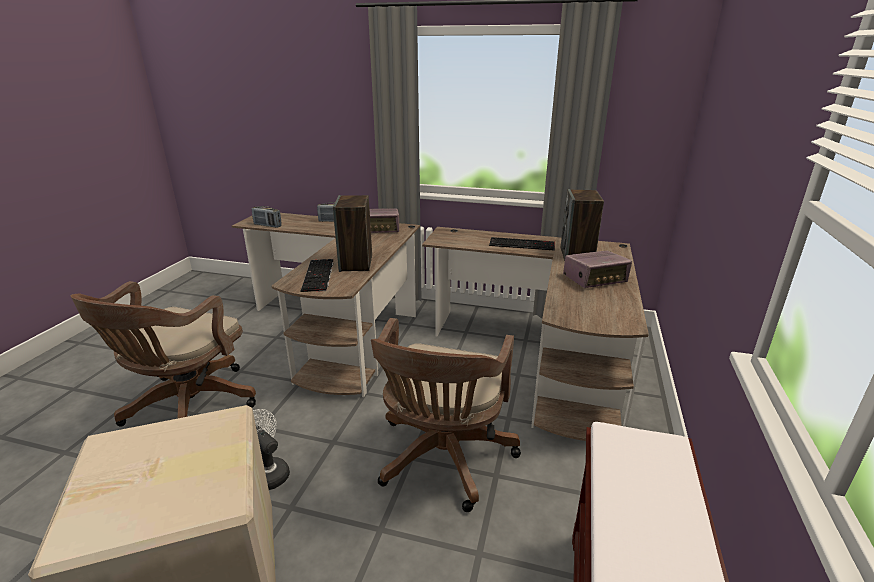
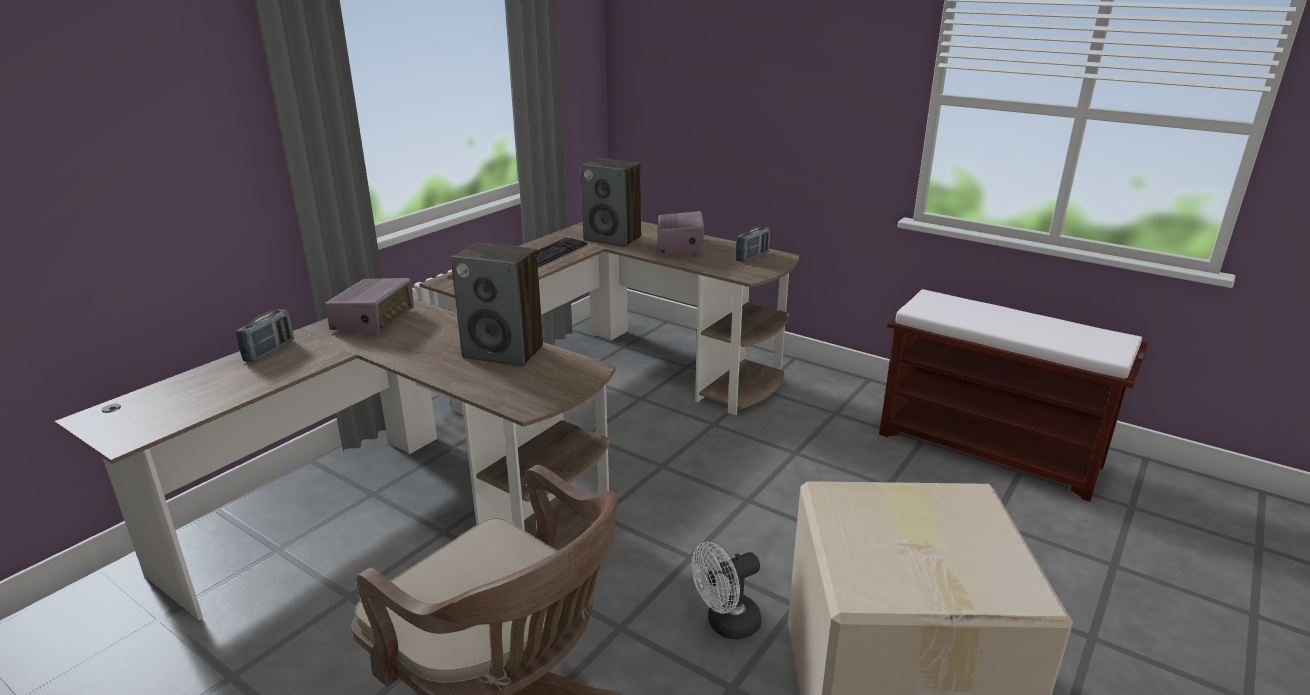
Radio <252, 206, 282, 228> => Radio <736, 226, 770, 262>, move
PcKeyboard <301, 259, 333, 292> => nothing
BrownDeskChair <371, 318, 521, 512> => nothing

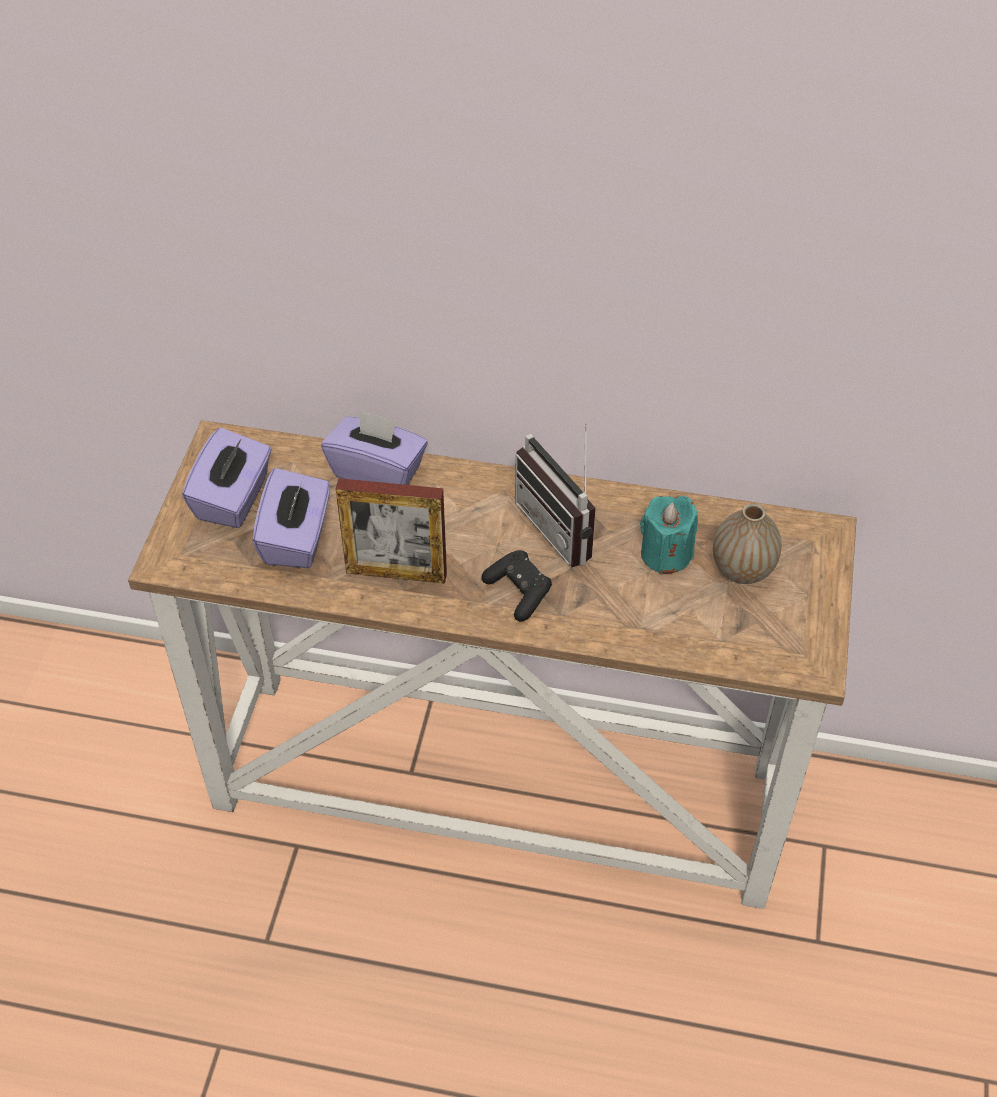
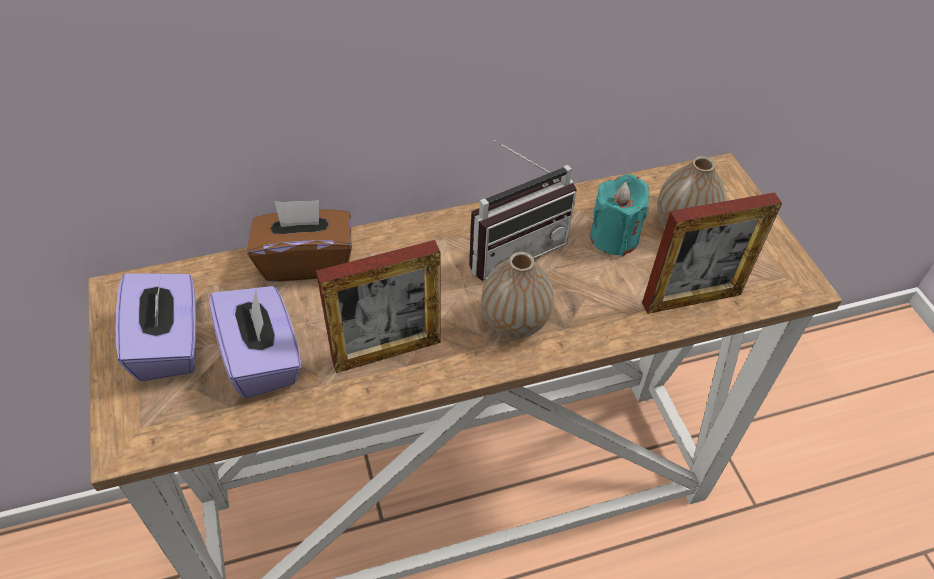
PurpleBoxOfTissues <322, 409, 428, 485> => BrownBoxOfTissues <247, 200, 352, 282>
BlackColouredGamepad <481, 550, 552, 621> => DecorativeVase <481, 252, 554, 338>
Radio <515, 423, 596, 567> => Radio <469, 140, 577, 281>, 60 degrees counterclockwise
nothing => StandingFrame <642, 192, 782, 314>

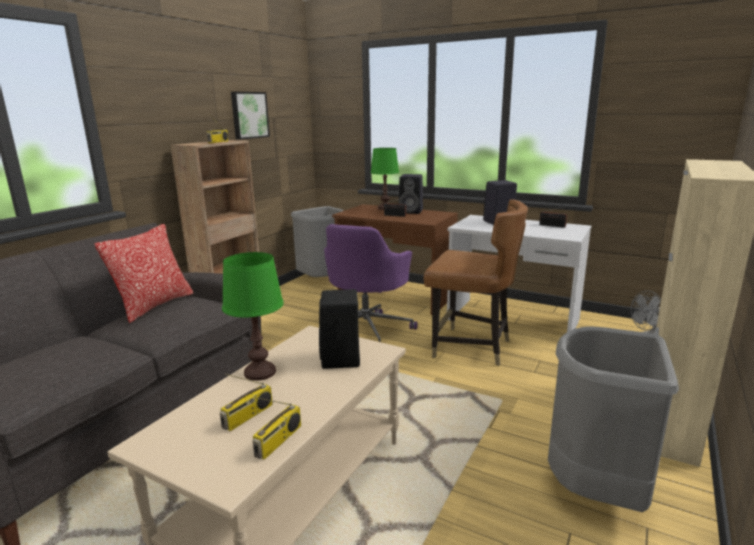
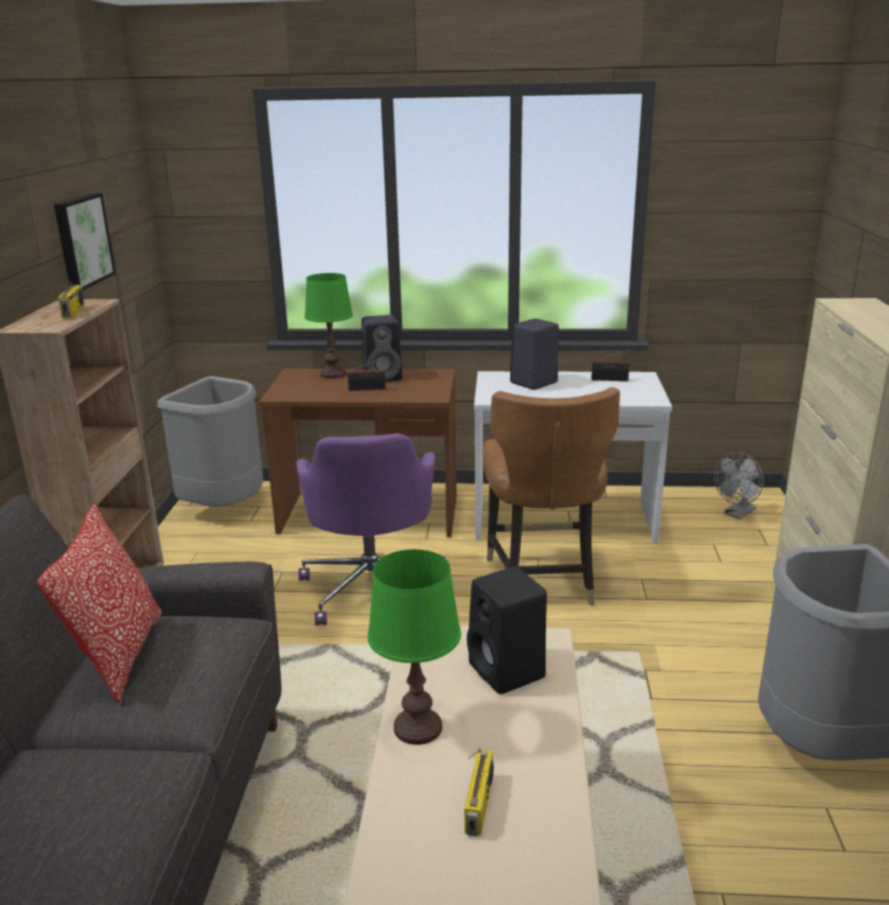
Radio <252, 397, 301, 460> => nothing
BrownPlainChair <424, 199, 528, 366> => BrownPlainChair <483, 387, 620, 606>, 90 degrees clockwise

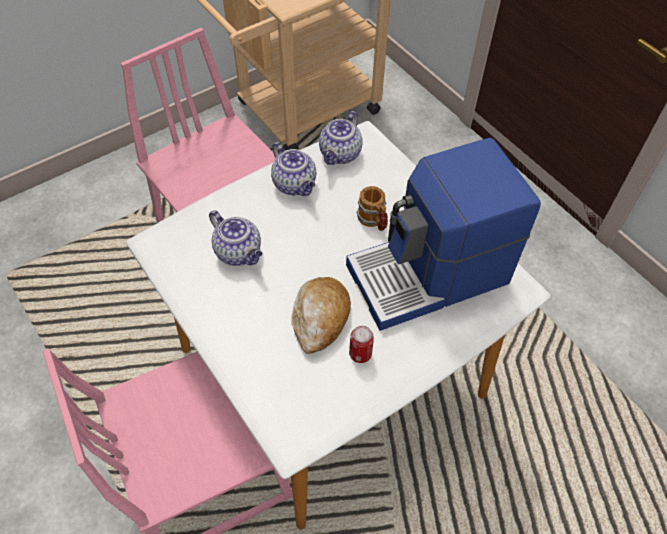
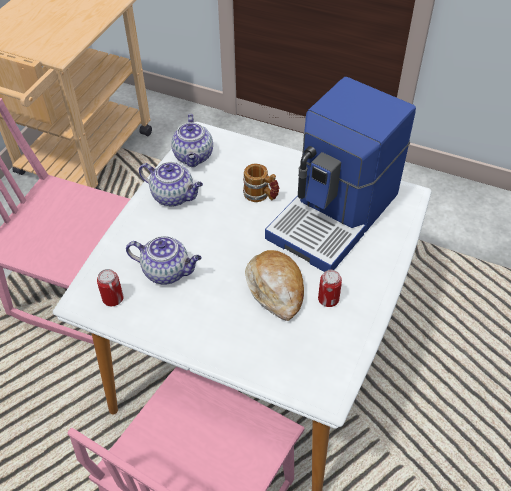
nothing => SealedCan <97, 269, 124, 306>

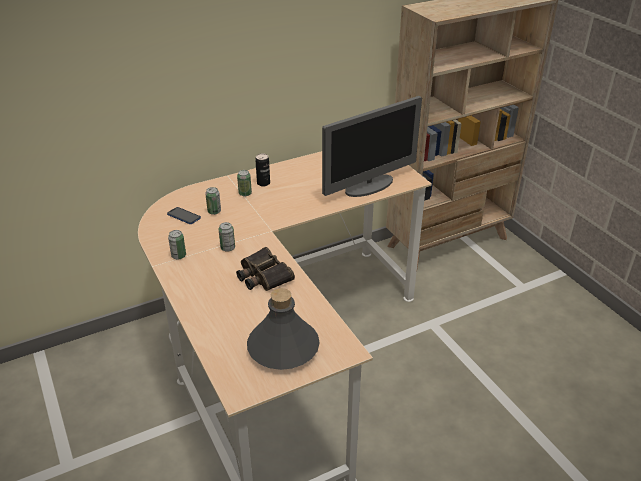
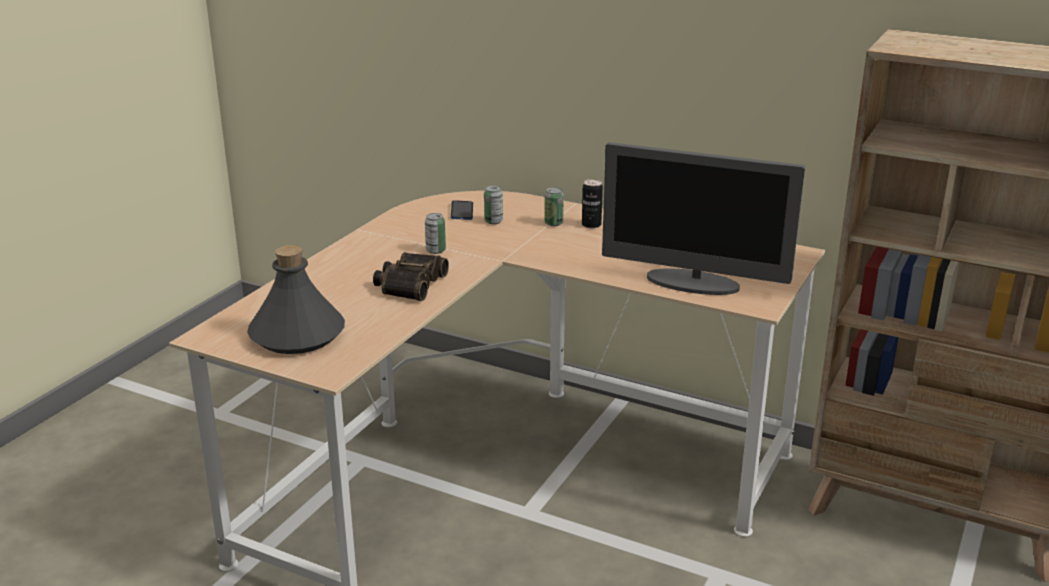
SealedCan <168, 230, 186, 260> => nothing

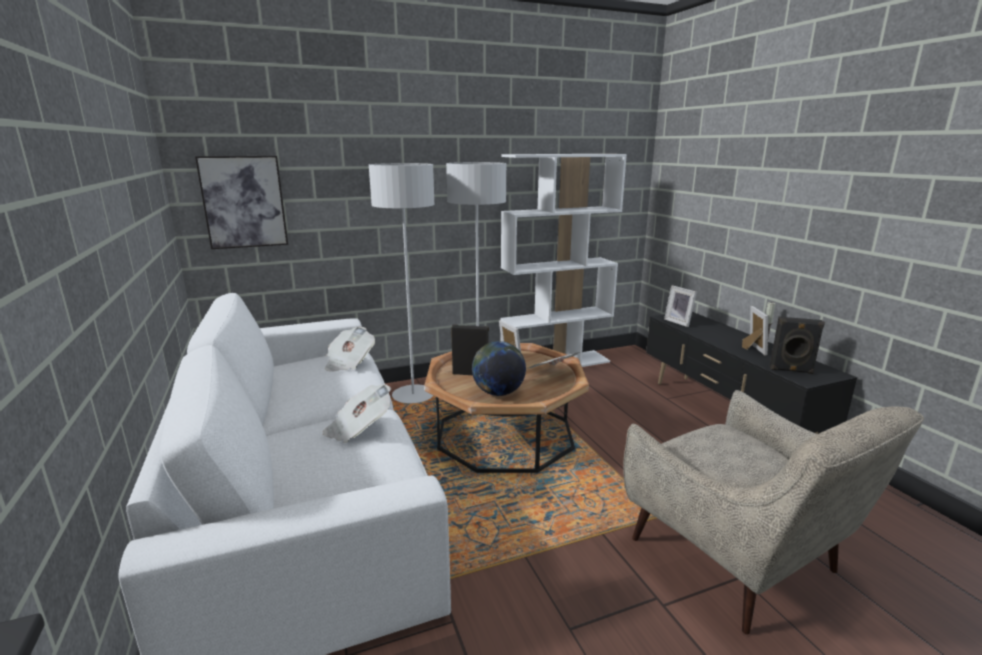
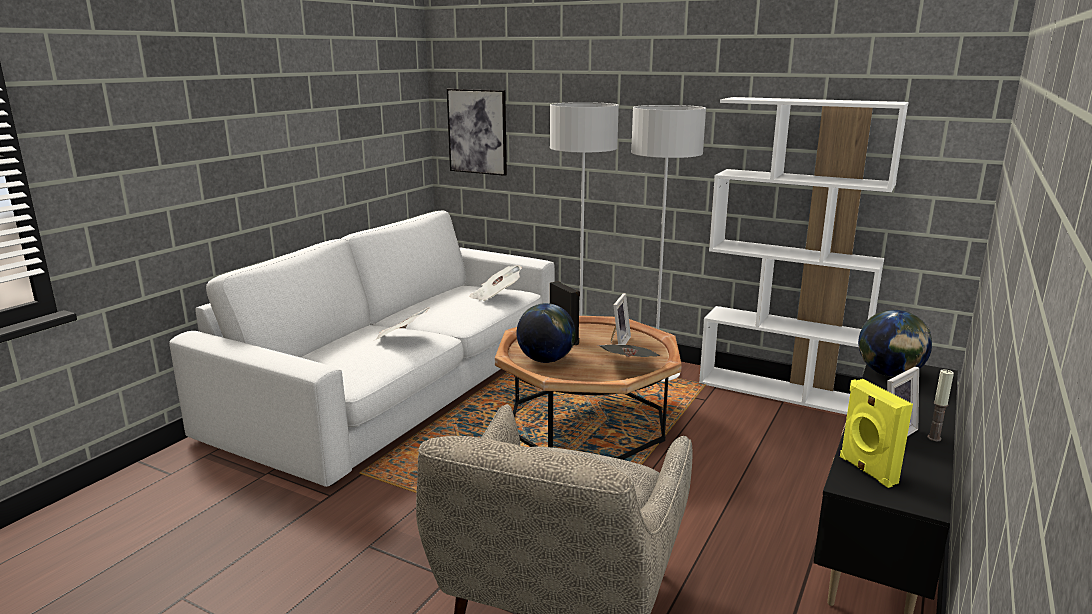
StandingFrame <664, 285, 697, 327> => WorldGlobe <858, 310, 932, 377>
BlackColouredLoudspeaker <769, 317, 825, 374> => YellowishLoudspeaker <840, 379, 913, 488>

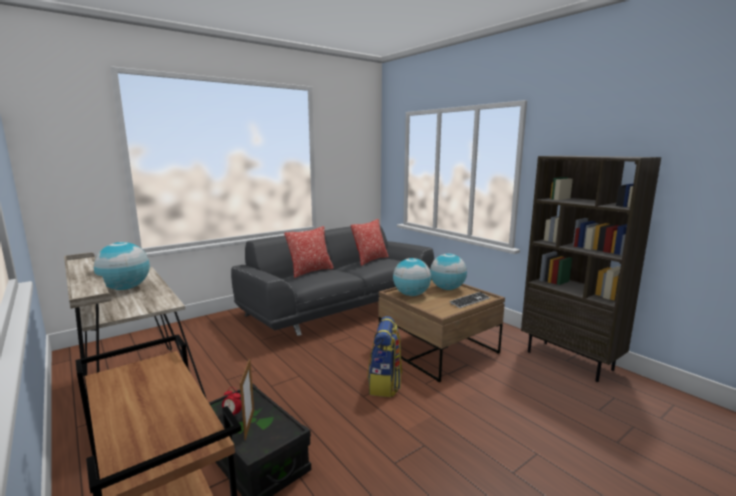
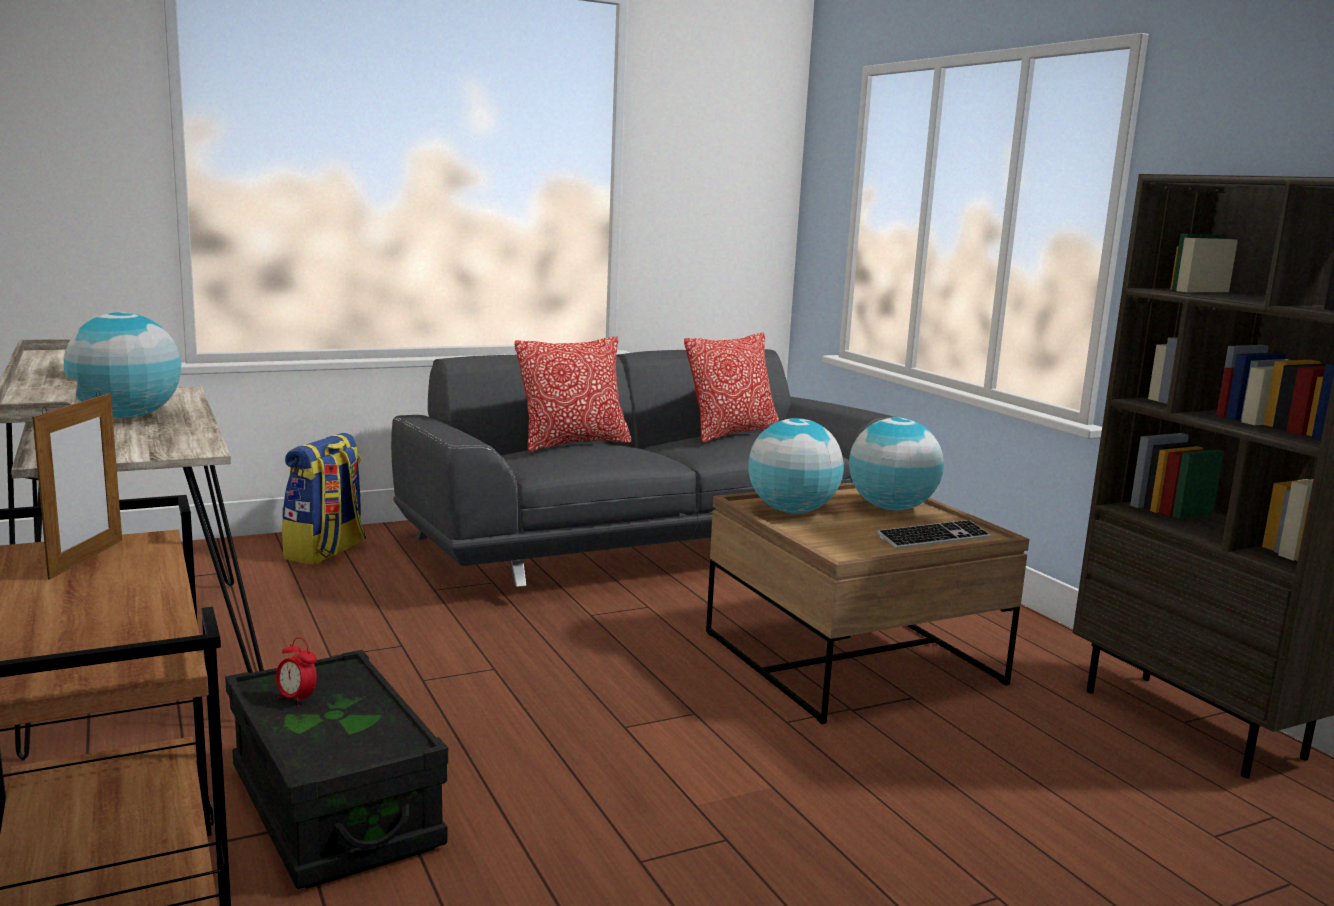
StandingFrame <240, 358, 254, 440> => StandingFrame <32, 391, 122, 580>, move
Backpack <367, 316, 402, 397> => Backpack <282, 433, 366, 565>, move

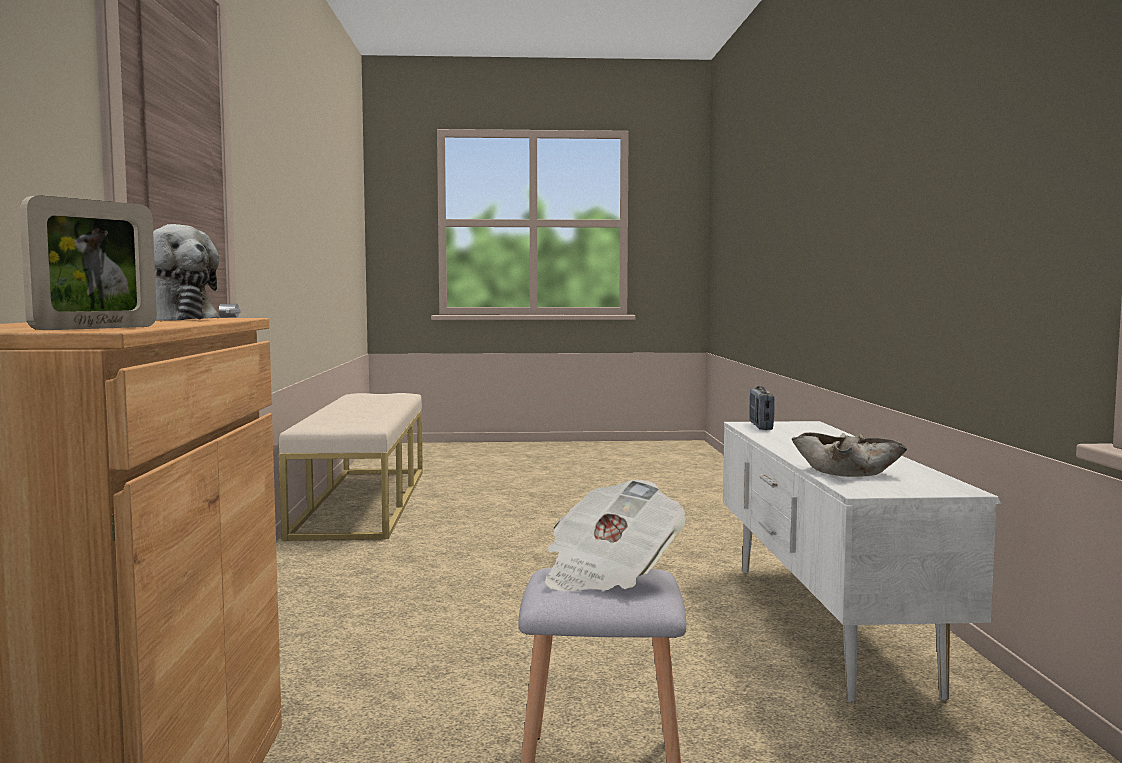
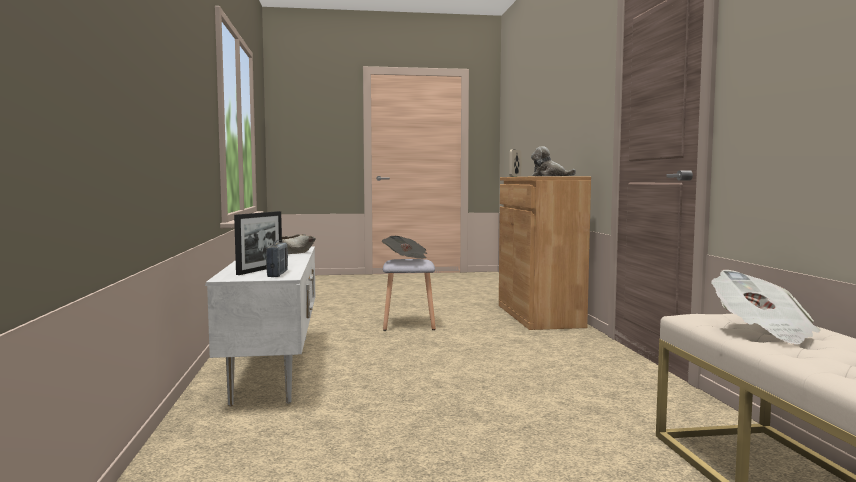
nothing => StandingFrame <234, 211, 282, 275>
nothing => DailyPaper <711, 270, 821, 345>

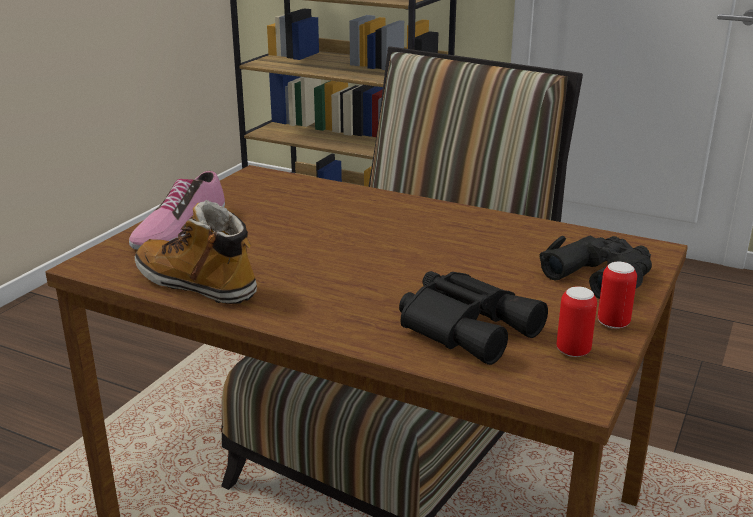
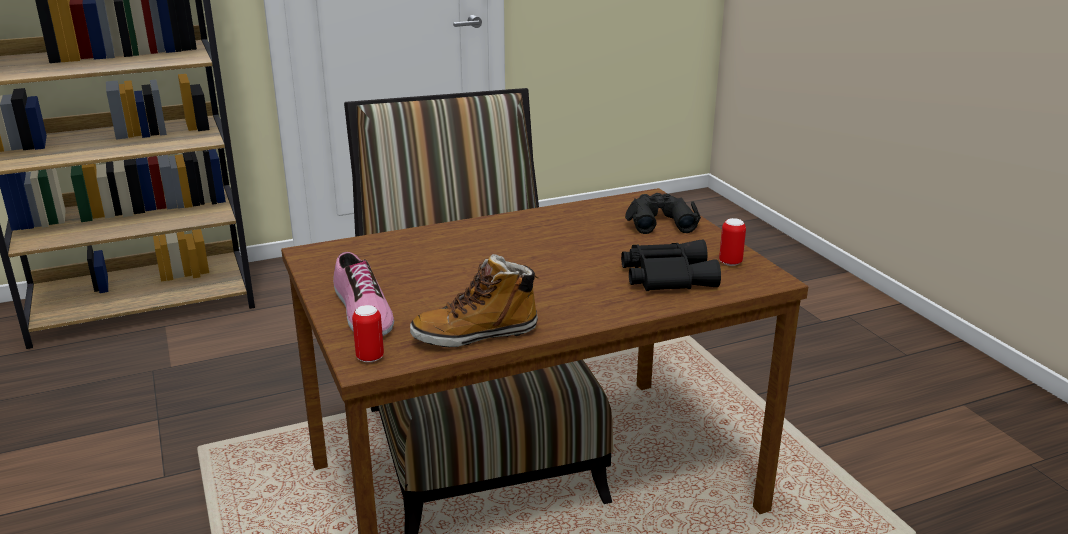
SealedCan <598, 262, 637, 329> => SealedCan <352, 305, 384, 363>, move

